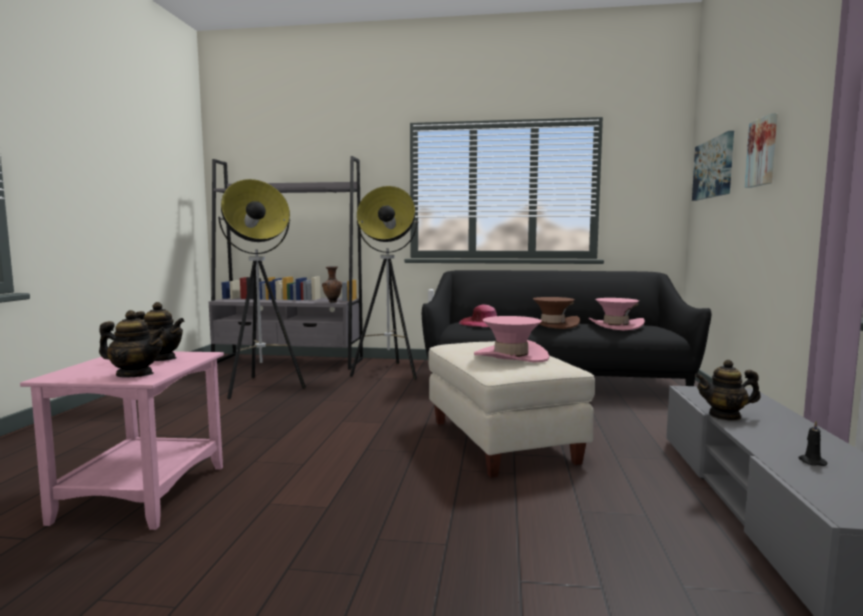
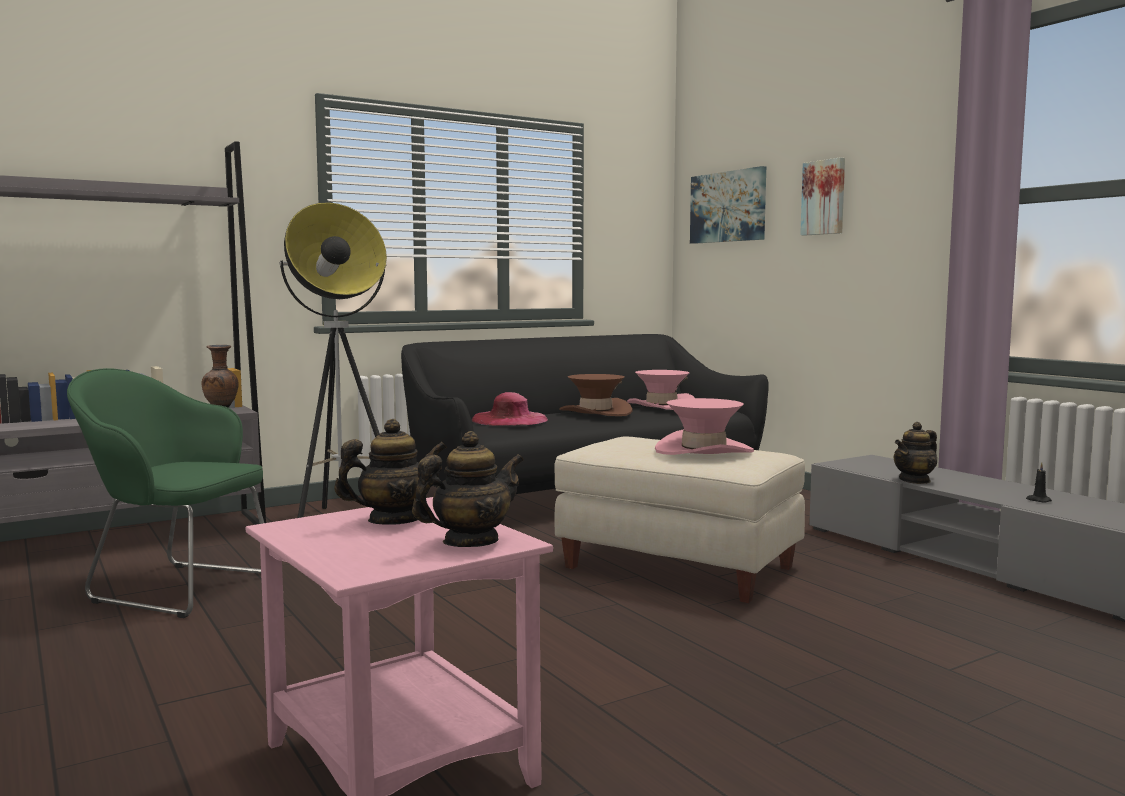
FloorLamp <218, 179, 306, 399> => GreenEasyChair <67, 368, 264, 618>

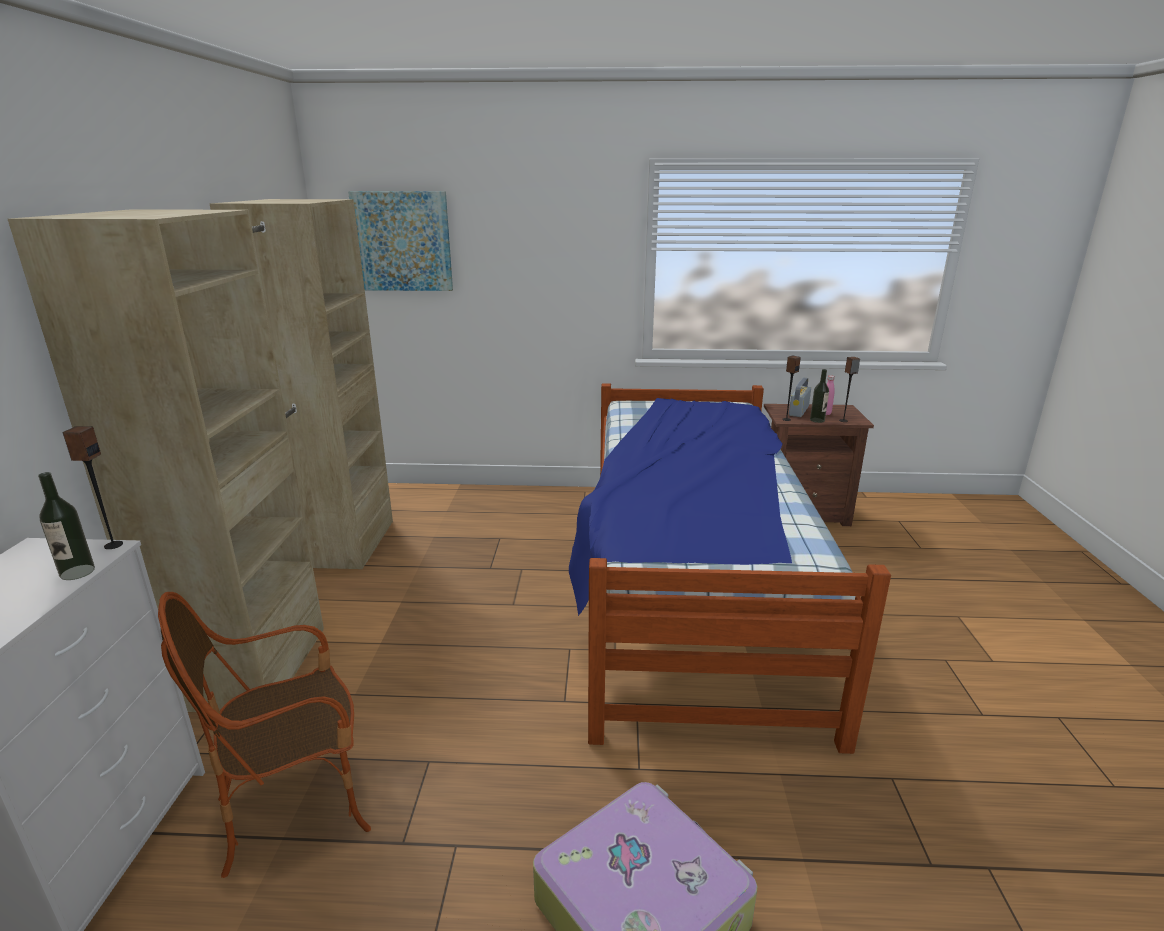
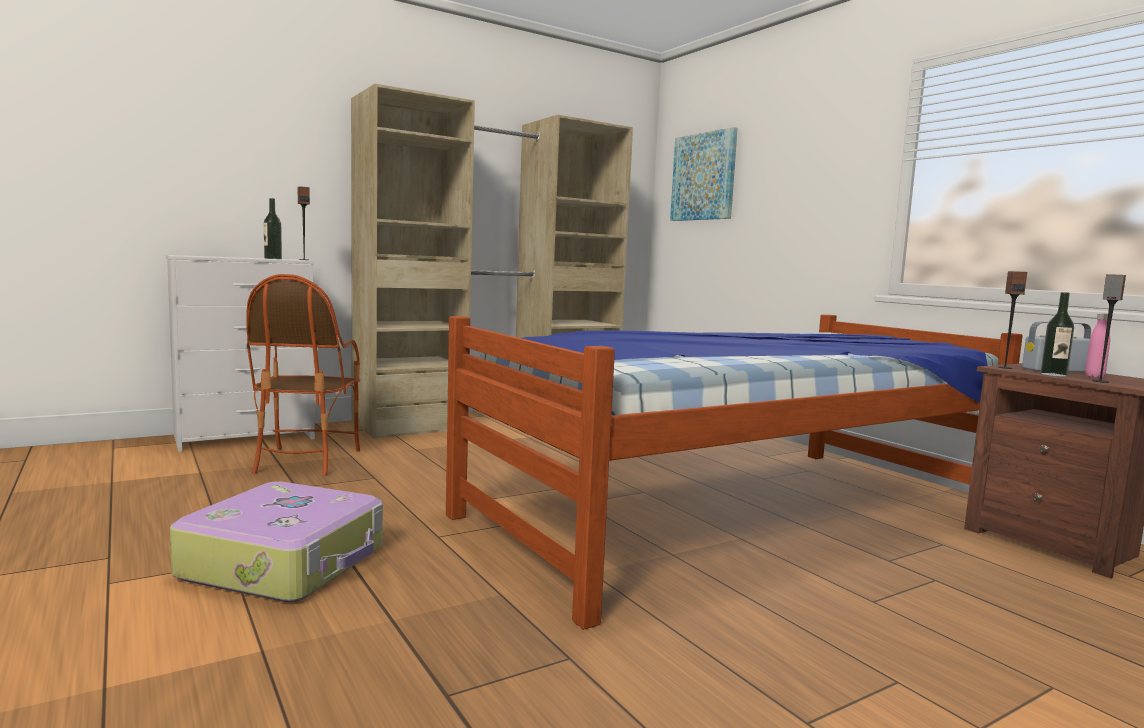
EasyChair <158, 592, 371, 878> => EasyChair <247, 274, 360, 475>, 120 degrees counterclockwise

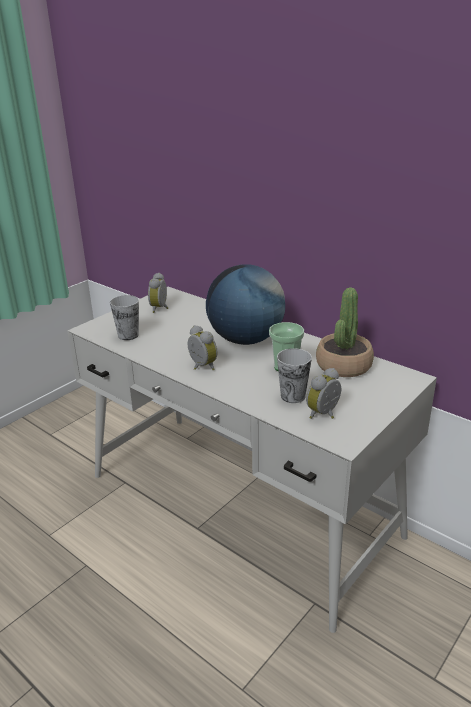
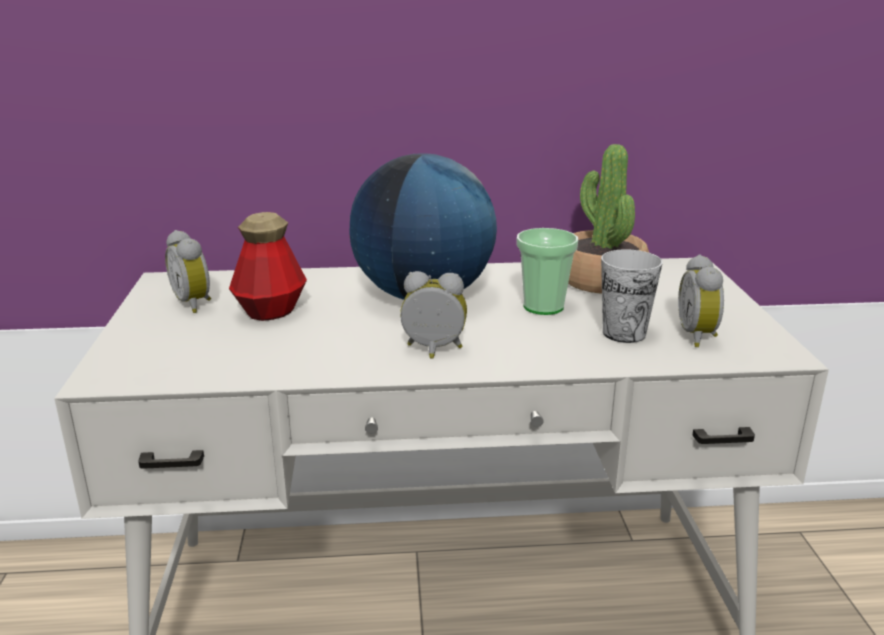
DrinkingCup <110, 295, 139, 340> => nothing
nothing => DrinkBottle <229, 212, 307, 321>

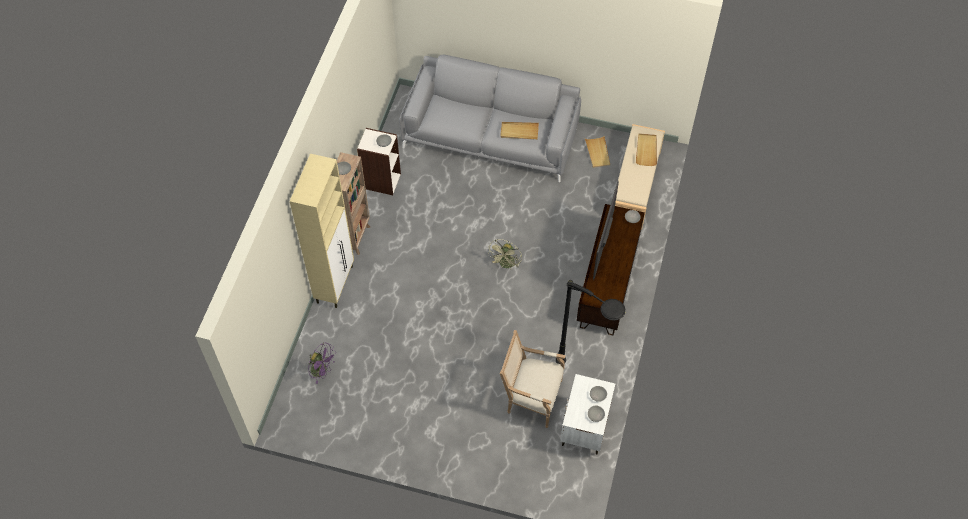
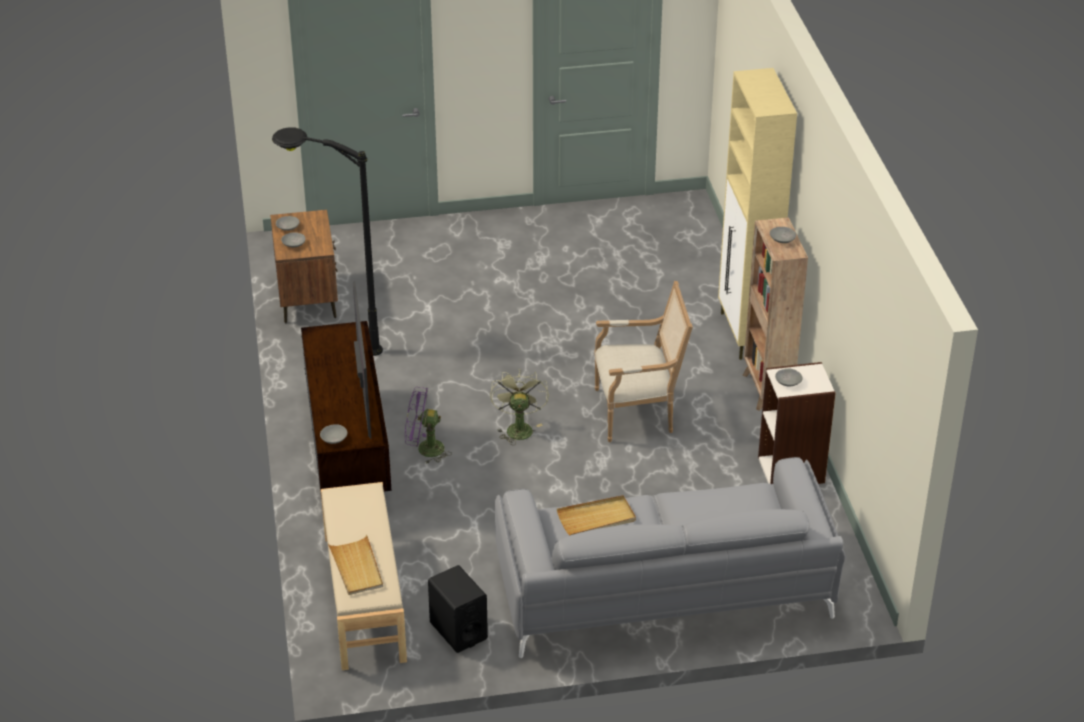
PurpleFan <308, 343, 336, 384> => PurpleFan <405, 387, 452, 464>, move
EasyChair <500, 330, 565, 428> => EasyChair <594, 281, 693, 442>, move
WhitishBedsideTable <560, 374, 615, 455> => BrownBedsideTable <270, 210, 338, 323>
SandColouredTray <585, 136, 610, 168> => BlackColouredLoudspeaker <428, 565, 488, 653>

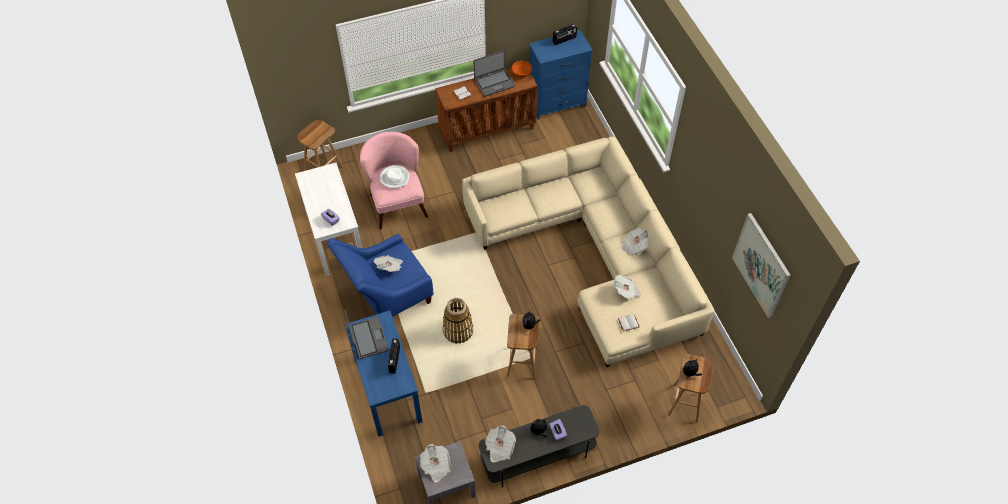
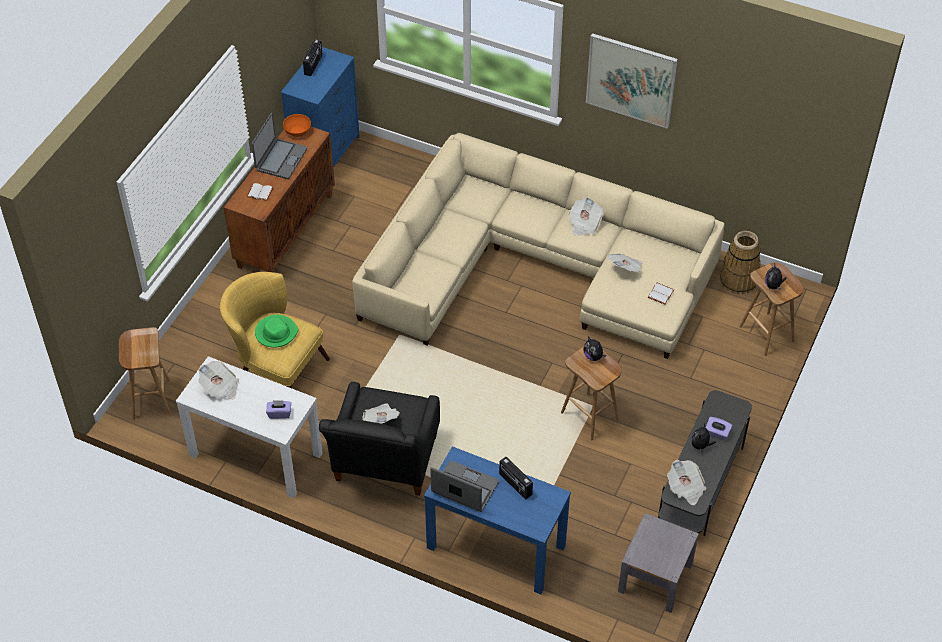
BlueColouredEasyChair <327, 234, 433, 317> => BlackColouredEasyChair <319, 382, 440, 496>
PinkishEasyChair <360, 132, 428, 229> => YellowishEasyChair <220, 272, 330, 388>
WhitishWearableHat <380, 165, 409, 188> => GreenWearableHat <255, 315, 299, 348>
DailyPaper <420, 444, 451, 483> => DailyPaper <198, 361, 239, 400>, move
StorageBasket <443, 298, 473, 343> => StorageBasket <720, 231, 760, 294>, move
Picture <732, 213, 791, 318> => Picture <586, 33, 678, 129>, move

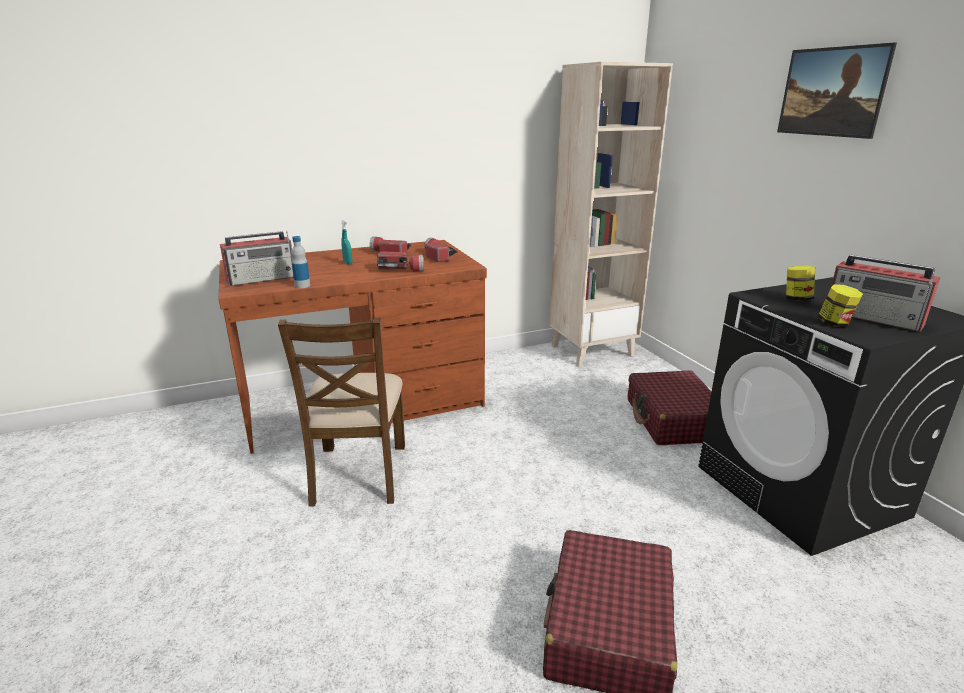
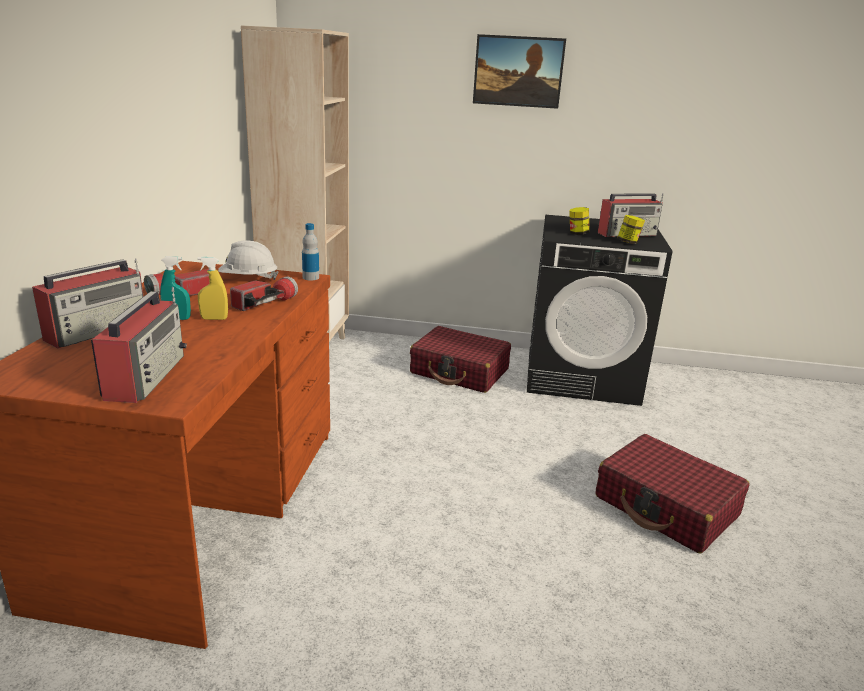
BrownPlainChair <278, 318, 405, 507> => nothing
DrinkBottle <291, 236, 310, 288> => DrinkBottle <302, 223, 319, 280>, move
HandTorch <424, 238, 458, 262> => WhitishSafetyHelmet <218, 240, 278, 280>
nothing => Radio <32, 258, 144, 348>
nothing => YellowishSprayer <198, 257, 228, 320>

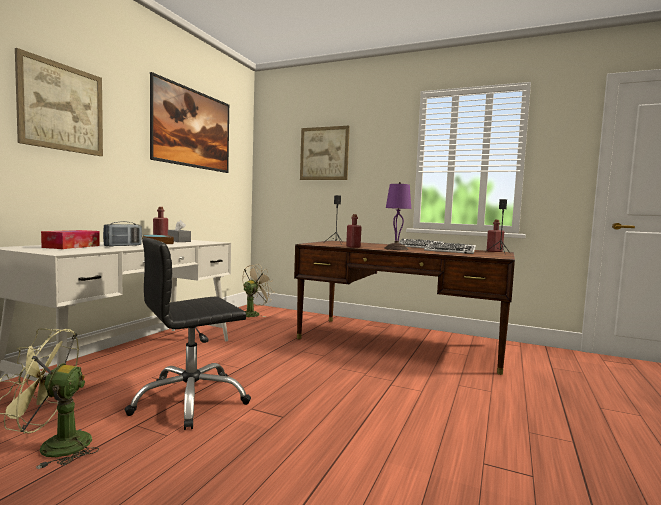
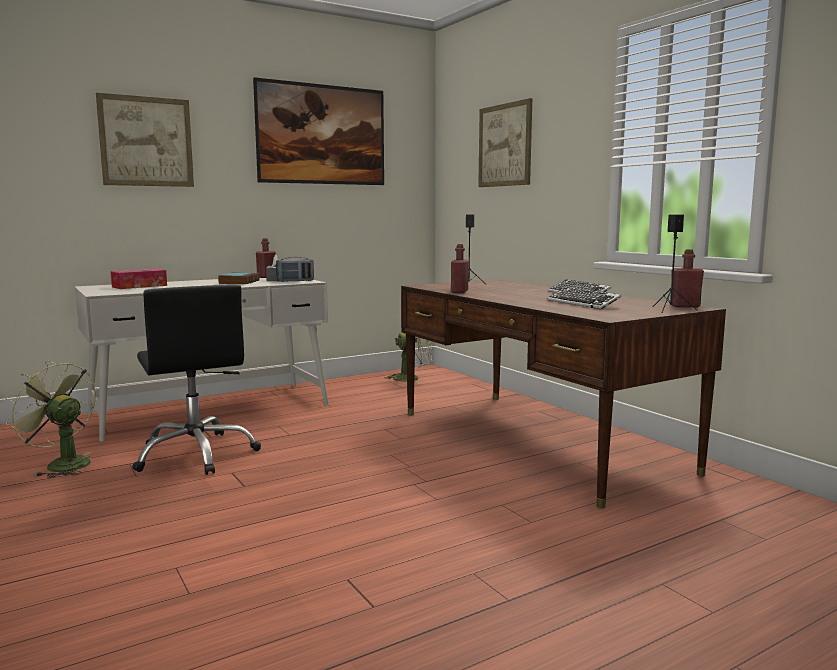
Radio <103, 221, 142, 247> => Radio <276, 257, 314, 282>, move
BlackColouredDeskChair <125, 238, 251, 430> => BlackColouredDeskChair <132, 285, 261, 475>, 120 degrees counterclockwise
PurpleTabletopLamp <384, 182, 411, 250> => nothing

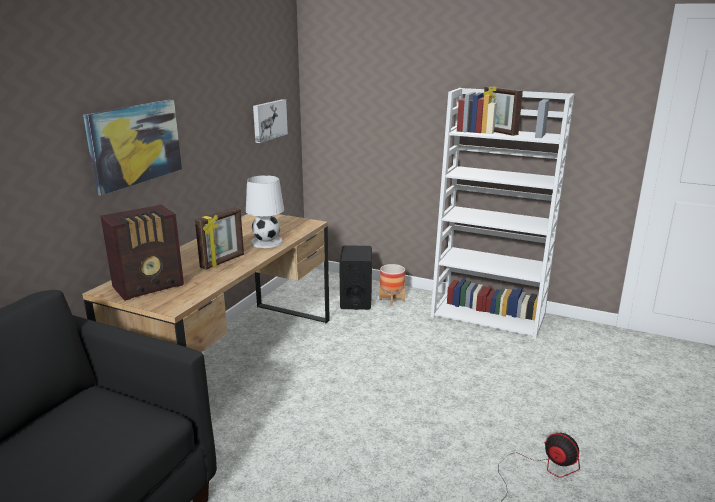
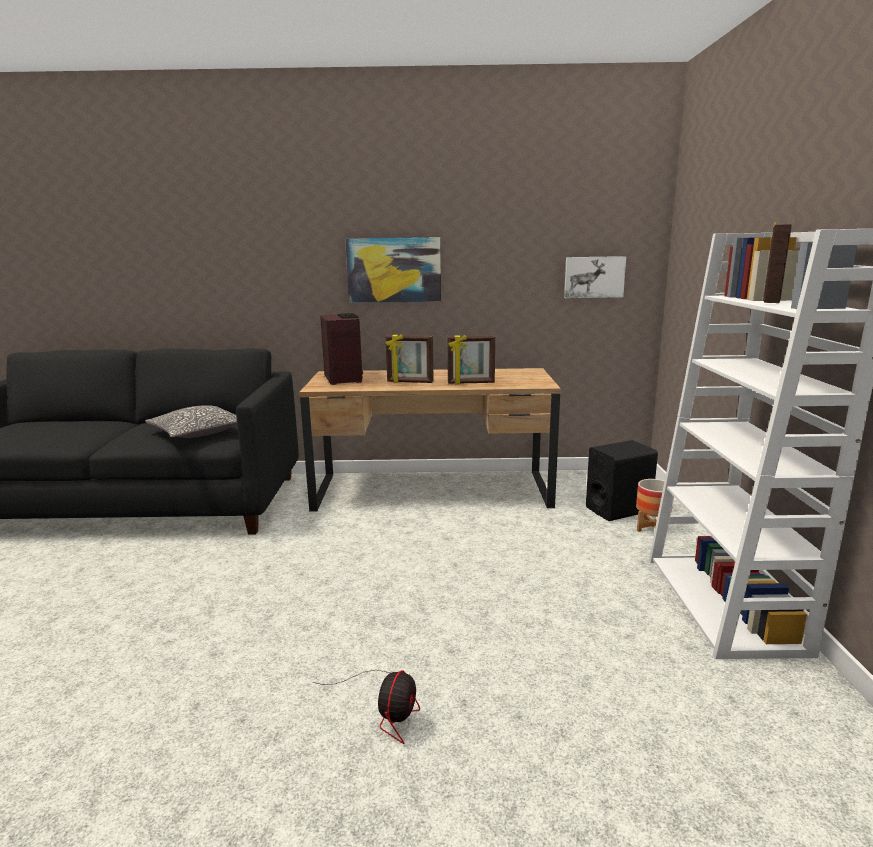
Radio <101, 205, 184, 301> => Radio <320, 313, 363, 385>, 135 degrees counterclockwise
WhitishTabletopLamp <246, 175, 284, 248> => StandingFrame <447, 335, 495, 384>
nothing => Cushion <145, 405, 237, 438>

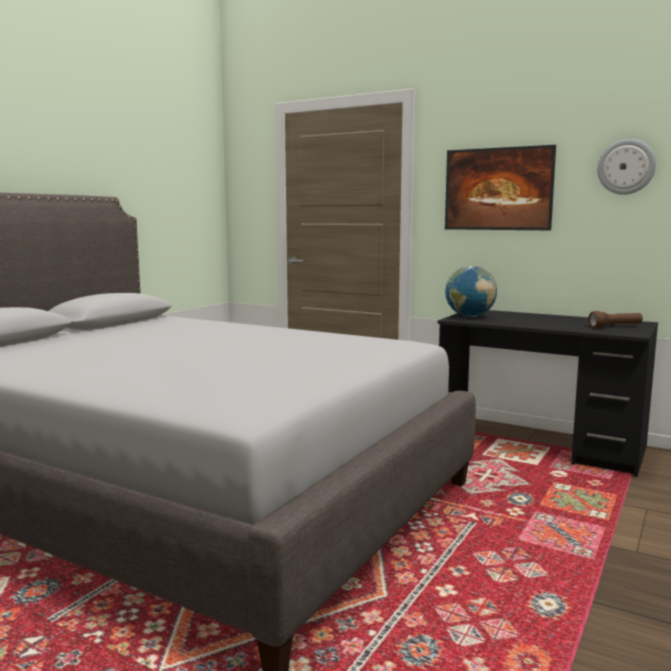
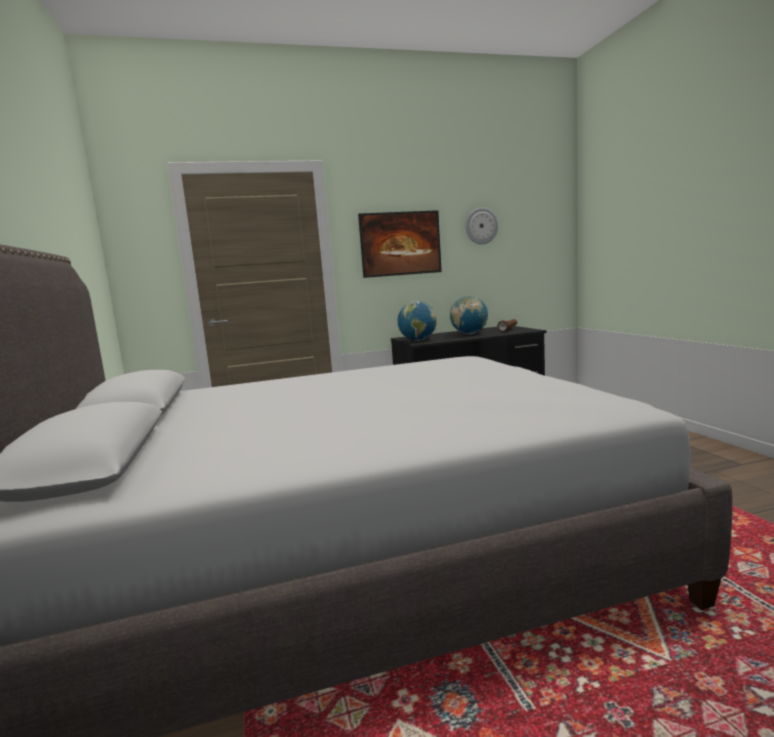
nothing => WorldGlobe <450, 296, 488, 334>

